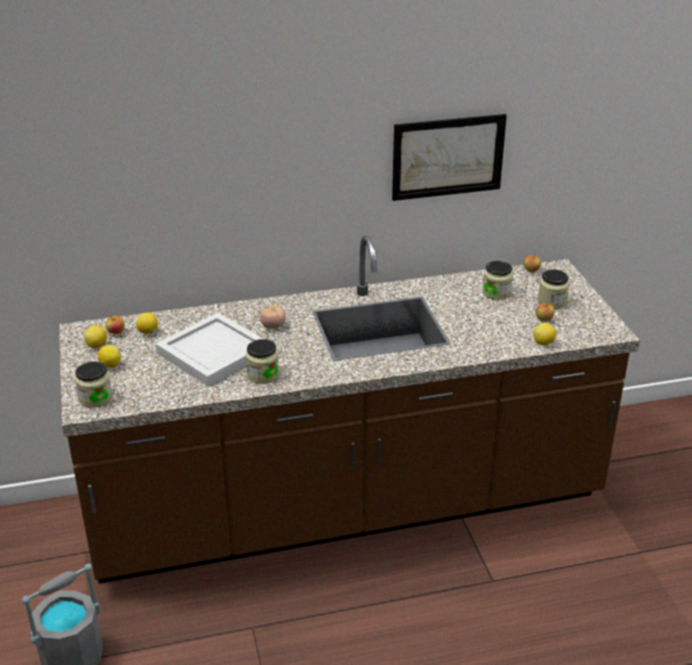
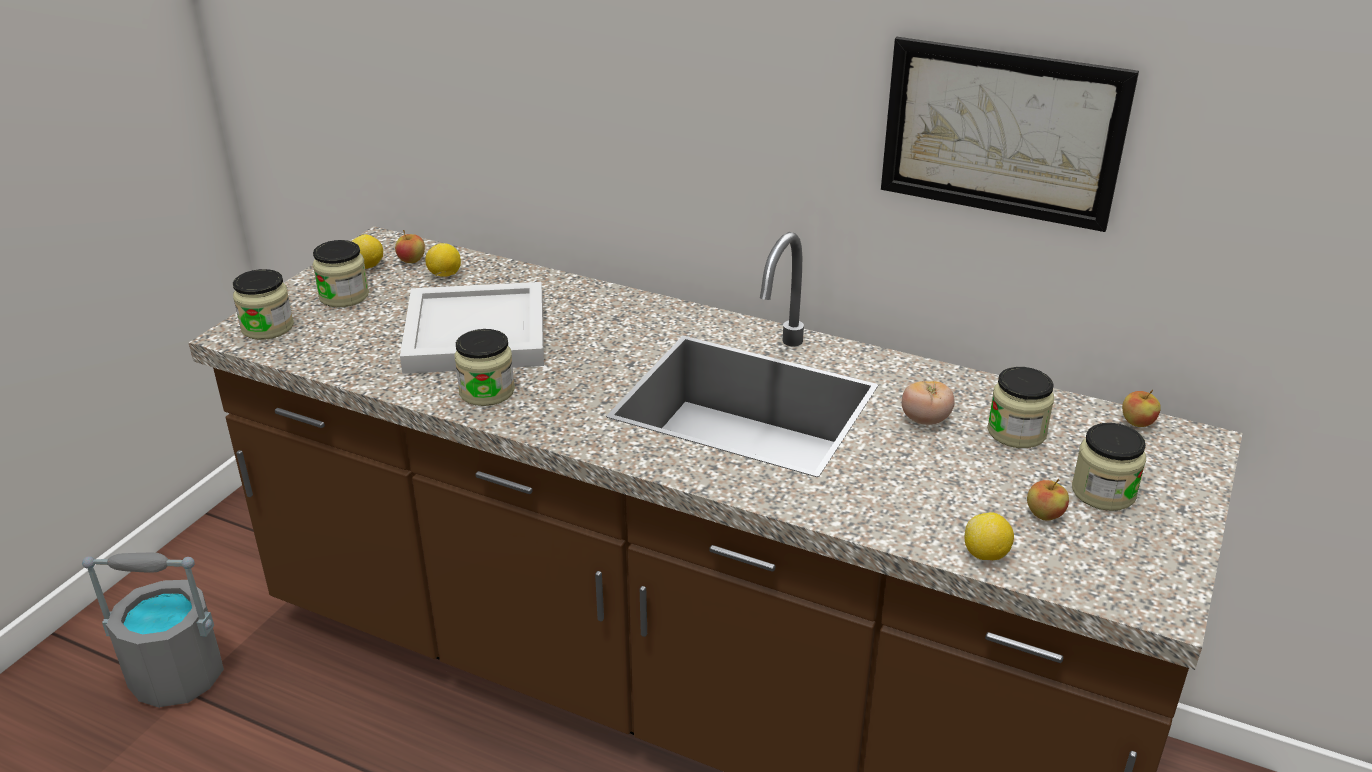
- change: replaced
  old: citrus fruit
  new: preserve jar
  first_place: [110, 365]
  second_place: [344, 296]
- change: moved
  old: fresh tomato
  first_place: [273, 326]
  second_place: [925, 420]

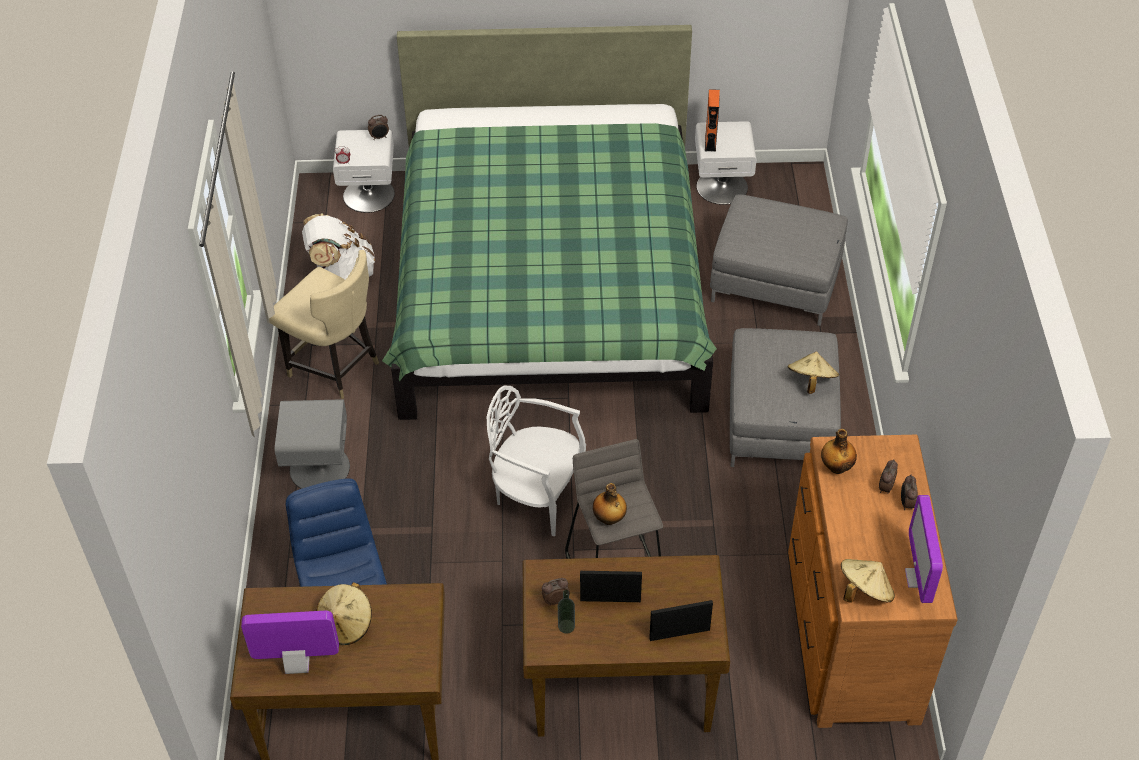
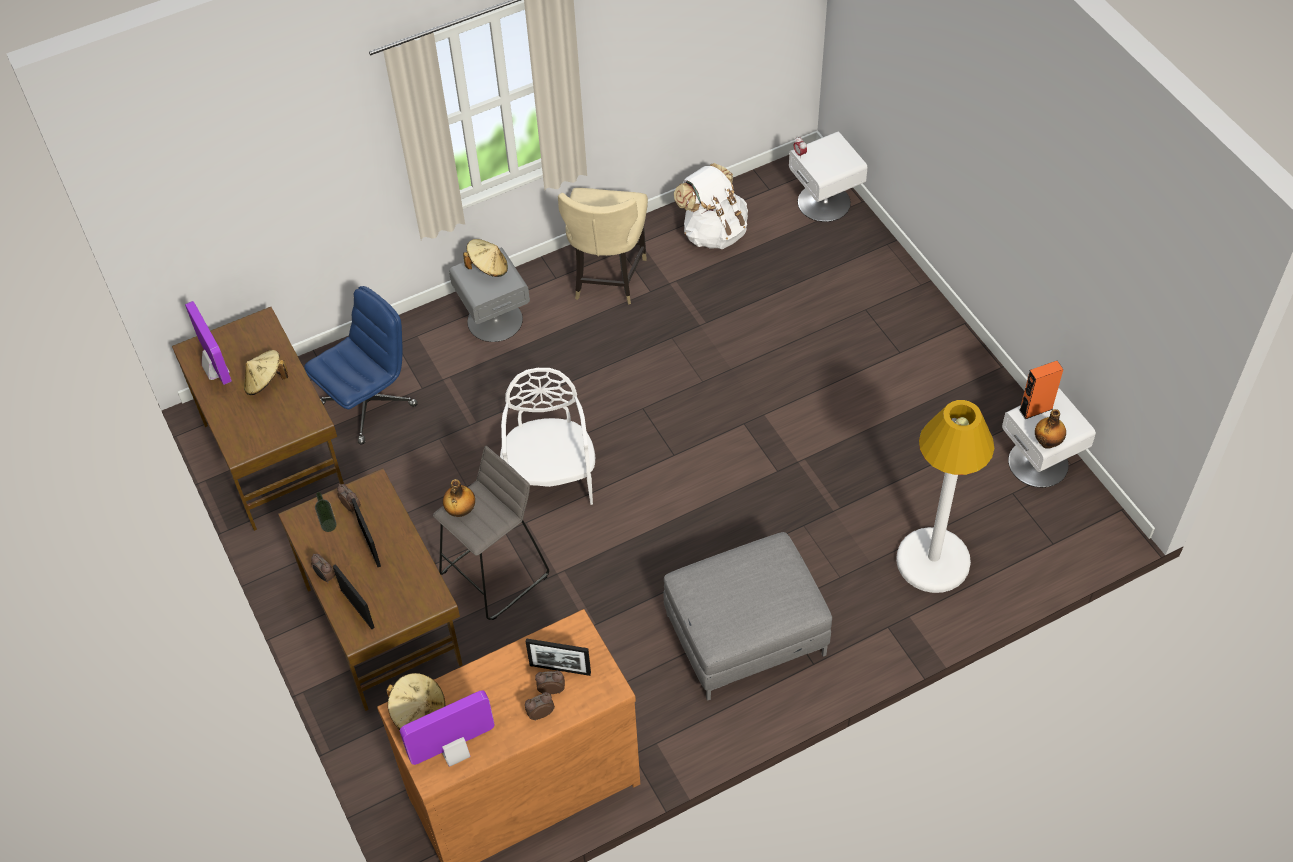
- change: moved
  old: alarm clock
  first_place: [379, 137]
  second_place: [325, 577]
- change: moved
  old: sand-coloured hat
  first_place: [811, 381]
  second_place: [488, 267]
- change: added
  new: picture frame
  second_place: [560, 669]
- change: replaced
  old: gray footrest
  new: white standard lamp
  first_place: [775, 282]
  second_place: [933, 561]
- change: moved
  old: beverage bottle
  first_place: [836, 467]
  second_place: [1047, 442]
- change: removed
  old: green-coloured bedroom bed
  first_place: [549, 287]

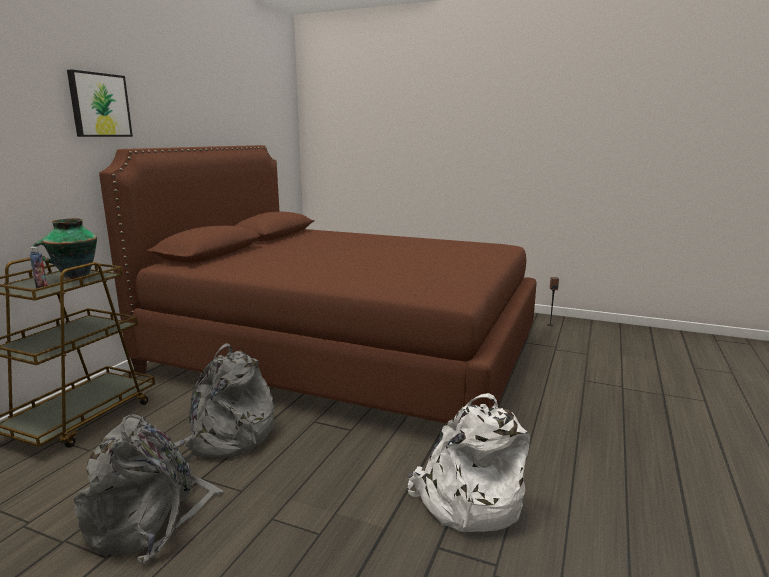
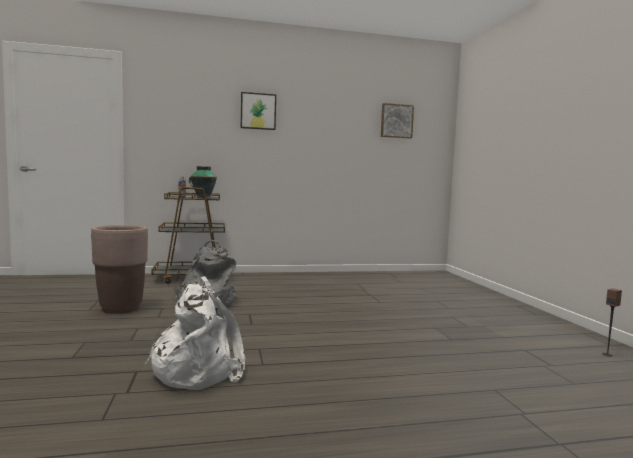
- change: replaced
  old: gray rucksack
  new: brownish plant pot
  first_place: [150, 519]
  second_place: [121, 308]
- change: added
  new: picture
  second_place: [396, 121]
- change: removed
  old: brownish bedroom bed
  first_place: [346, 354]

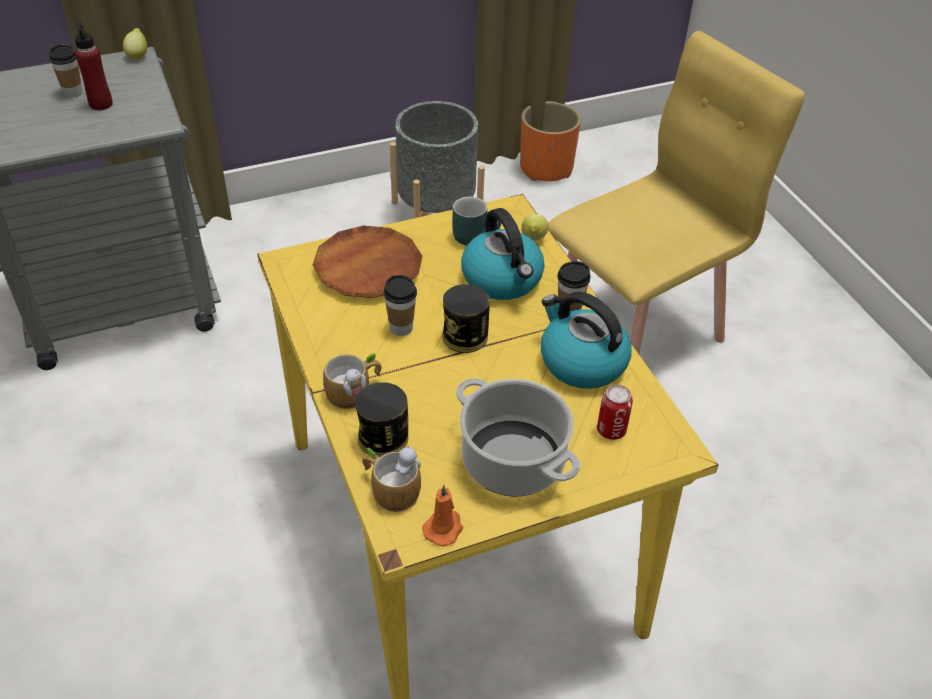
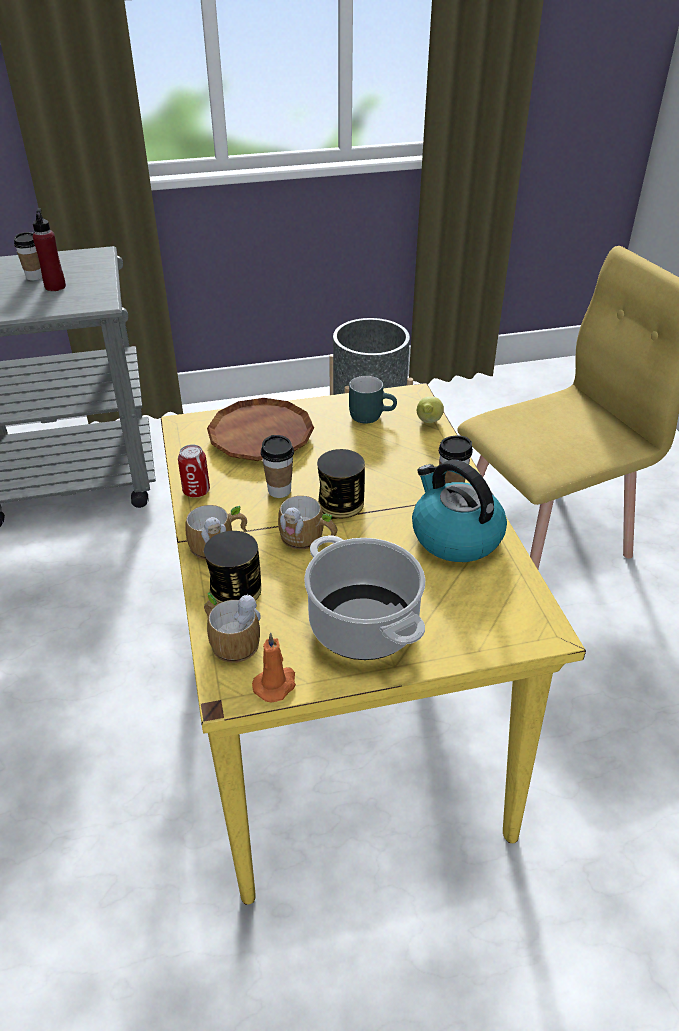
- change: moved
  old: sealed can
  first_place: [611, 430]
  second_place: [196, 491]
- change: added
  new: coffee mug
  second_place: [308, 539]
- change: removed
  old: citrus fruit
  first_place: [138, 56]
- change: removed
  old: kettle
  first_place: [503, 279]
- change: removed
  old: orange plant pot
  first_place: [546, 168]

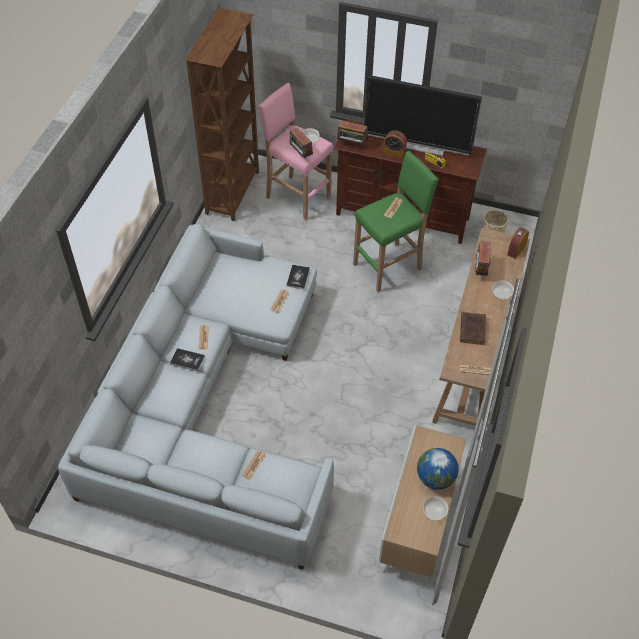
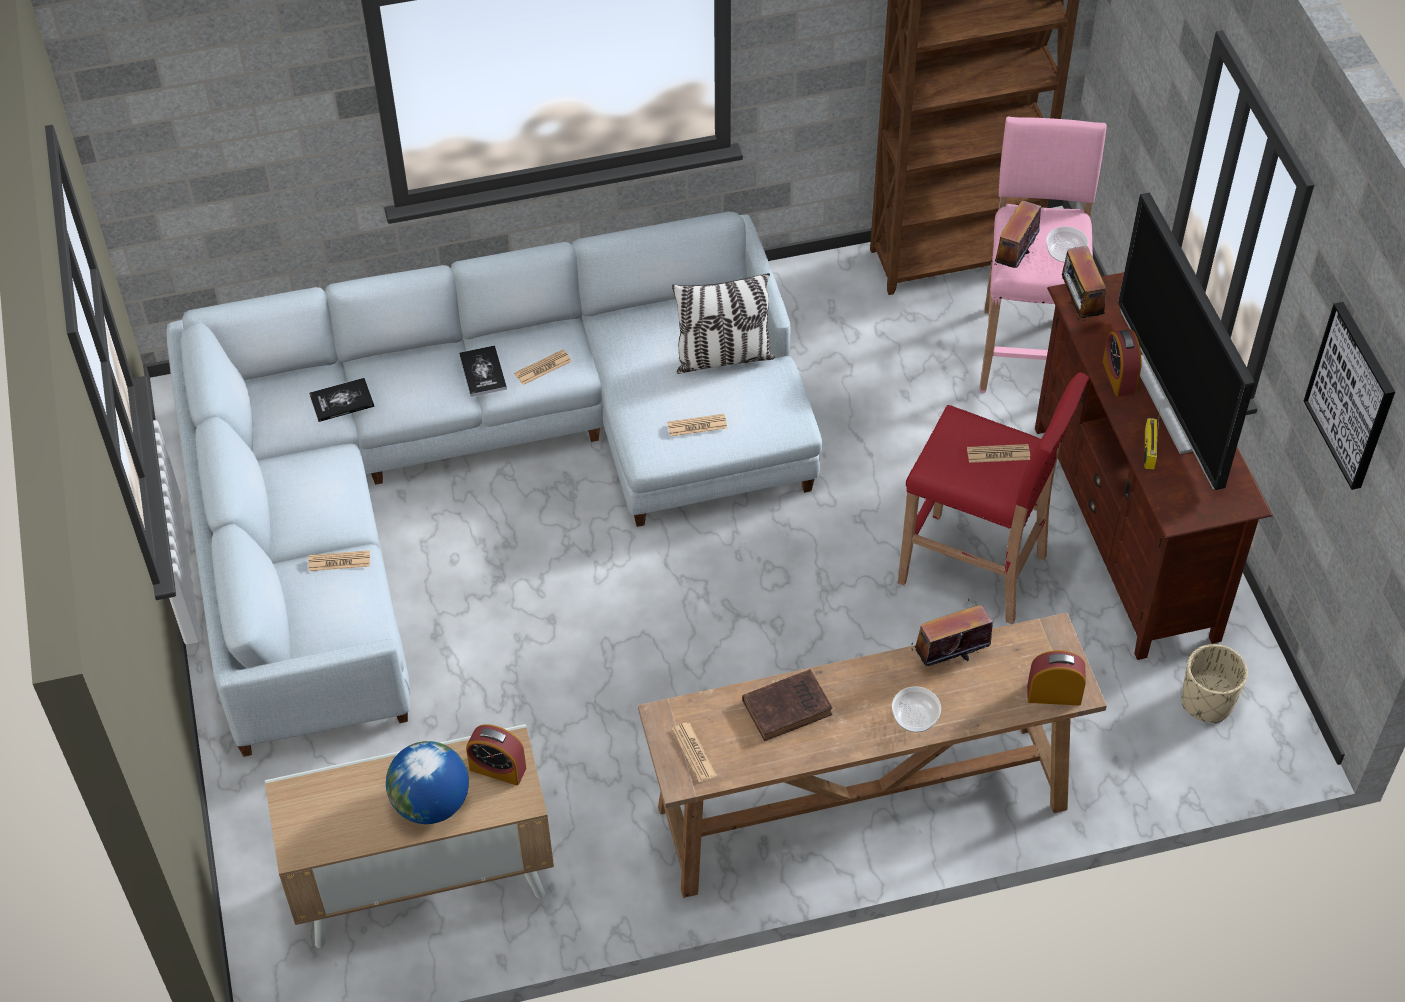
- change: moved
  old: bound book
  first_place: [298, 277]
  second_place: [342, 401]
- change: added
  new: alarm clock
  second_place: [498, 768]
- change: added
  new: pillow
  second_place: [723, 357]
- change: recoloured
  old: green-coloured stool seat
  new: reddish stool seat
  first_place: [389, 266]
  second_place: [976, 570]
- change: added
  new: picture
  second_place: [1352, 395]
- change: removed
  old: deep dish
  first_place: [434, 512]

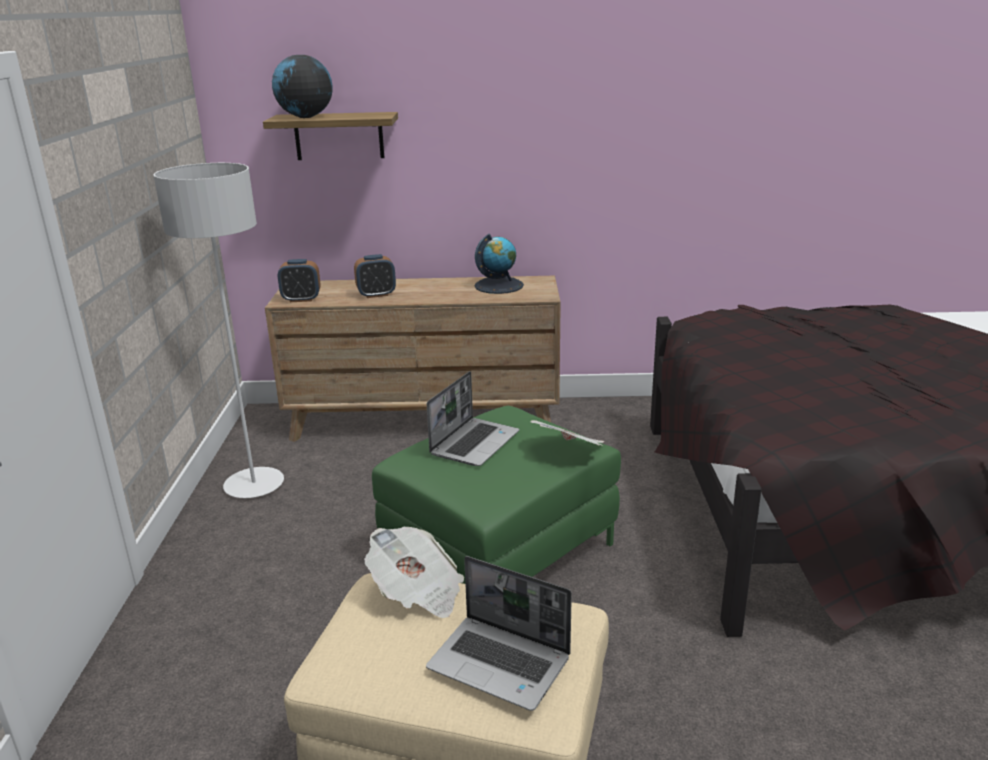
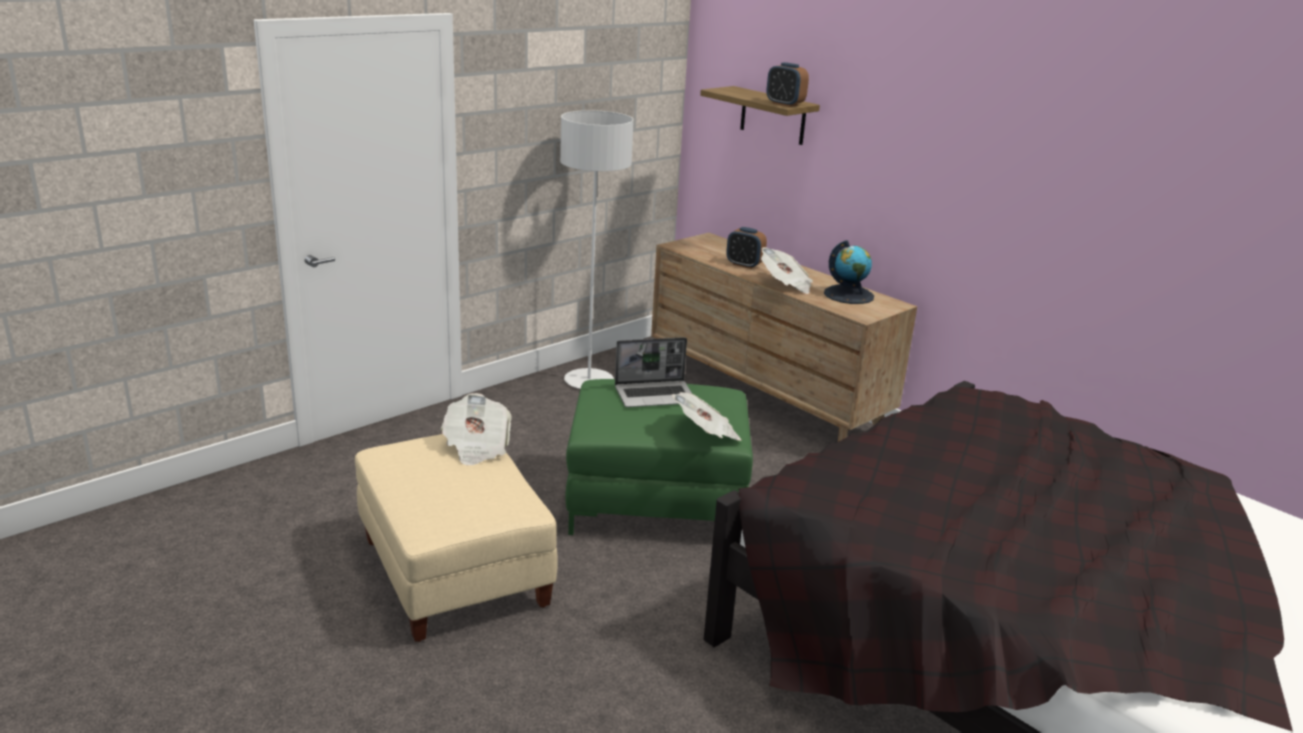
- change: added
  new: printed paper
  second_place: [786, 285]
- change: moved
  old: alarm clock
  first_place: [301, 299]
  second_place: [785, 104]
- change: removed
  old: globe
  first_place: [305, 117]
- change: removed
  old: laptop
  first_place: [501, 663]

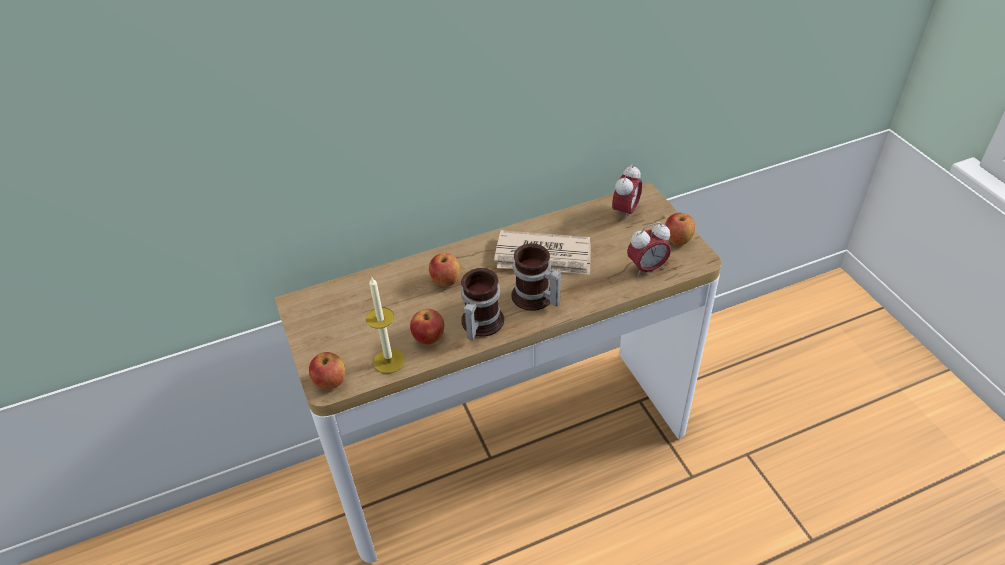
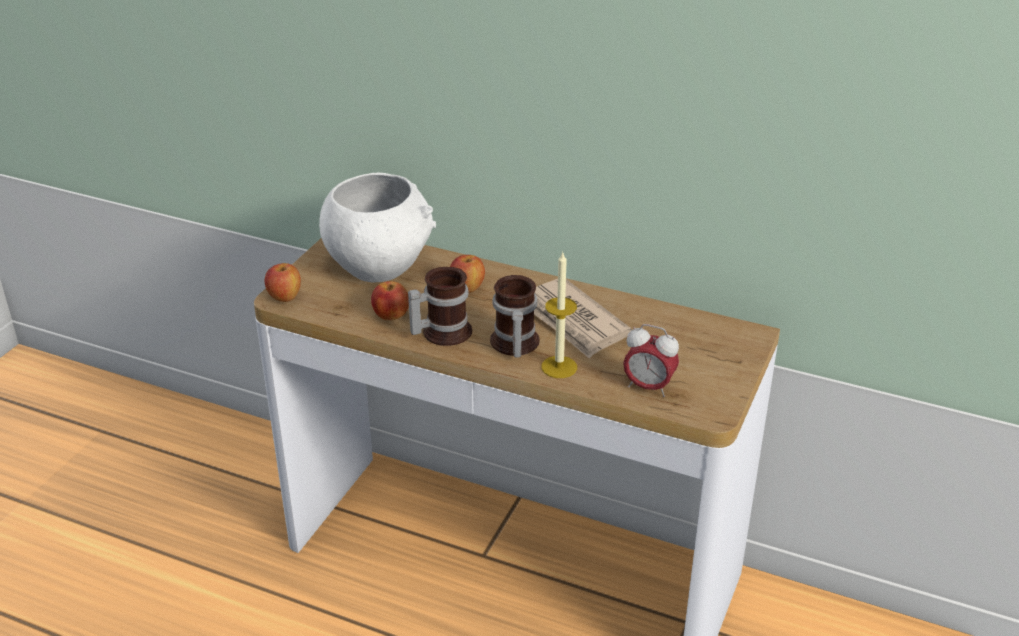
- change: added
  new: white deep dish
  second_place: [379, 266]
- change: moved
  old: wax light
  first_place: [389, 361]
  second_place: [559, 367]
- change: removed
  old: alarm clock
  first_place: [625, 212]
- change: removed
  old: apple fruit
  first_place: [677, 240]

